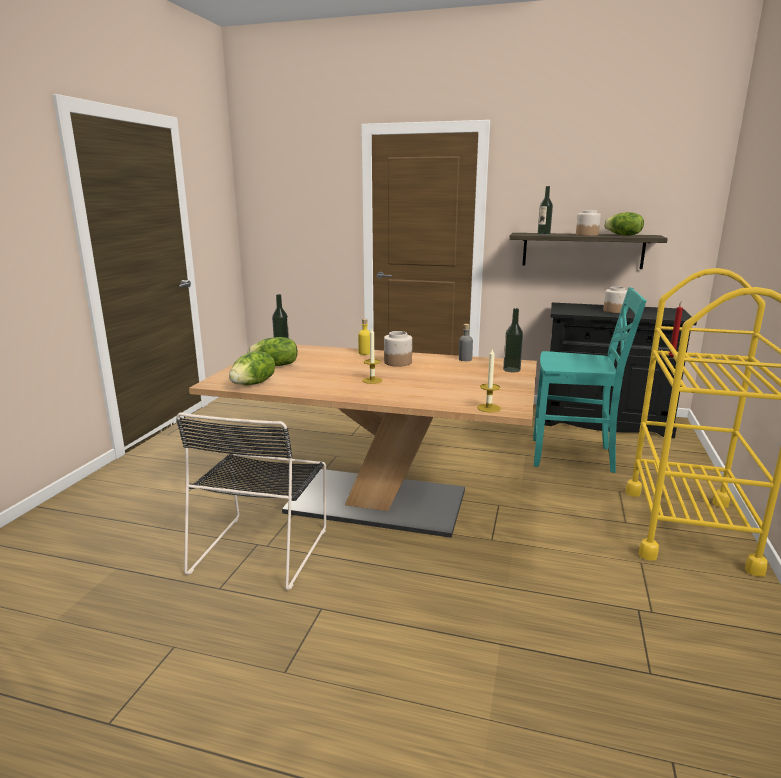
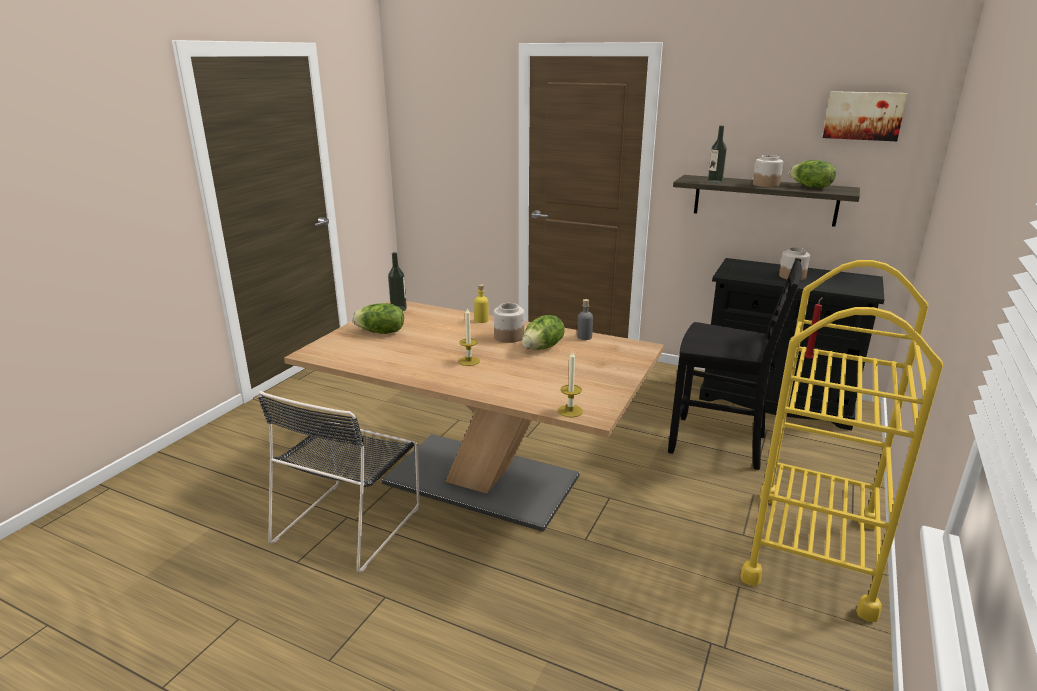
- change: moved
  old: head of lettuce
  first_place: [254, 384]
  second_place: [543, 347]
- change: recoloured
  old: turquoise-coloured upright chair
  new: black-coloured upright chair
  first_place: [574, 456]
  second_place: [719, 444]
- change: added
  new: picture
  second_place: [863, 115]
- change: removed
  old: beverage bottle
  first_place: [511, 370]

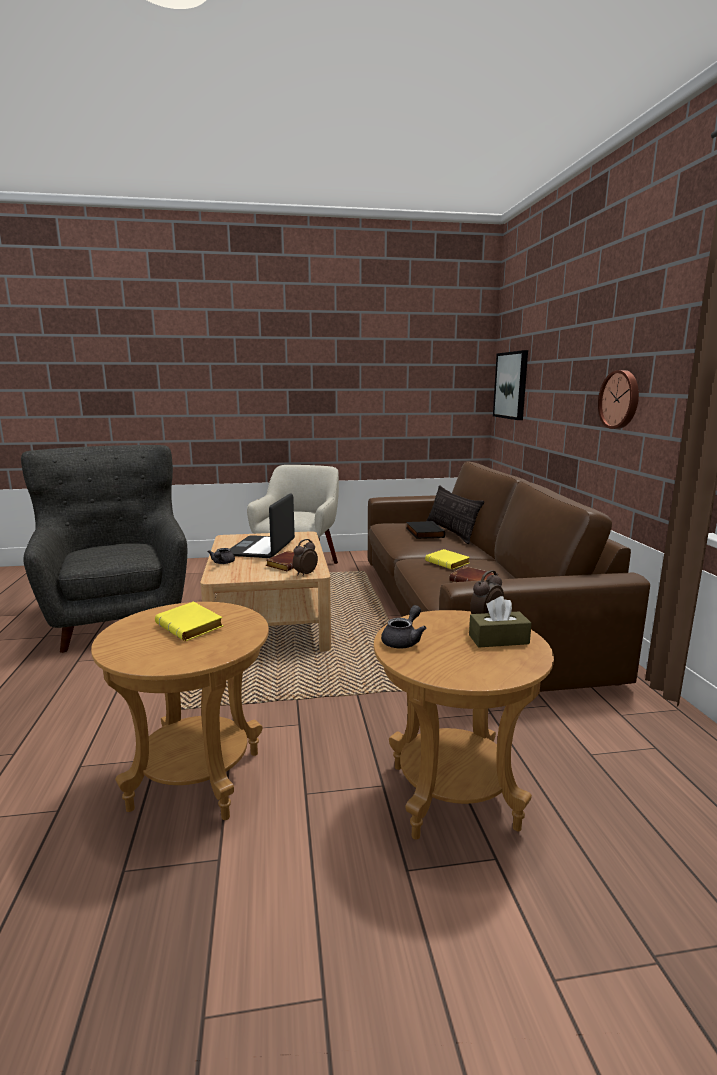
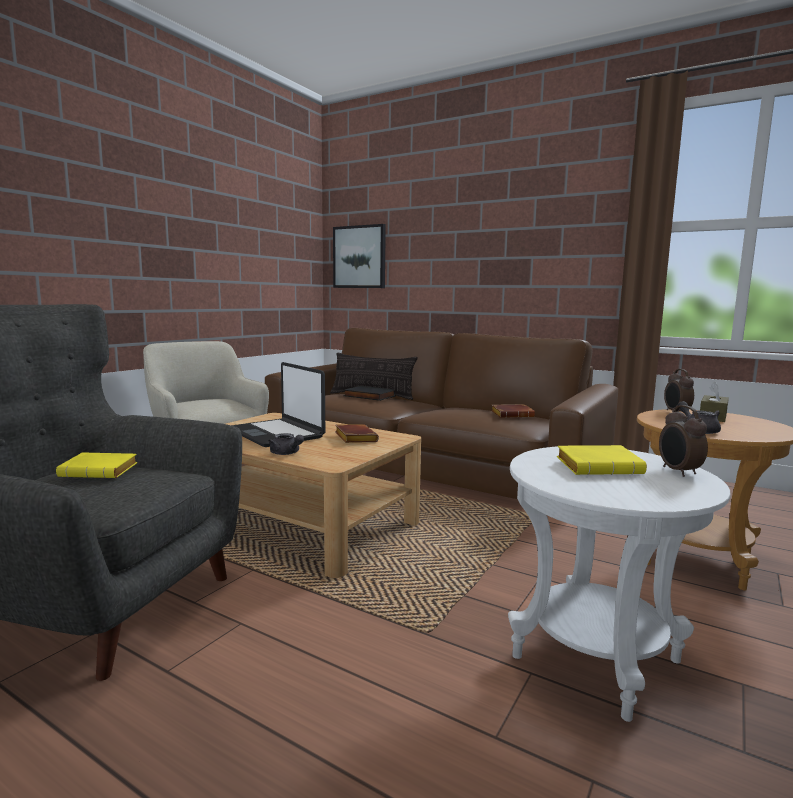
- change: moved
  old: yellowish bound book
  first_place: [449, 563]
  second_place: [101, 471]
- change: recoloured
  old: brownish end table
  new: white end table
  first_place: [196, 779]
  second_place: [595, 658]
- change: moved
  old: alarm clock
  first_place: [305, 574]
  second_place: [678, 472]
- change: removed
  old: clock on the wall
  first_place: [620, 399]

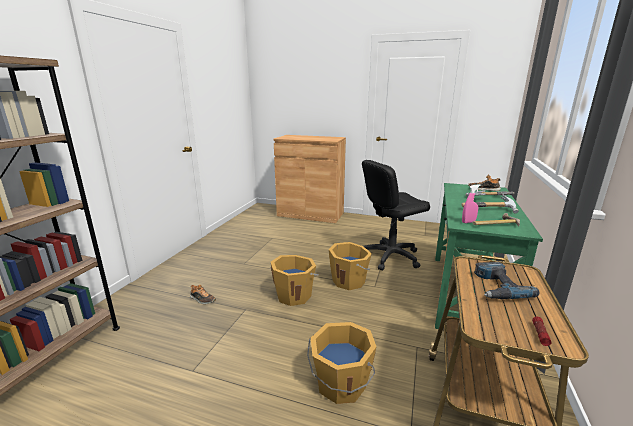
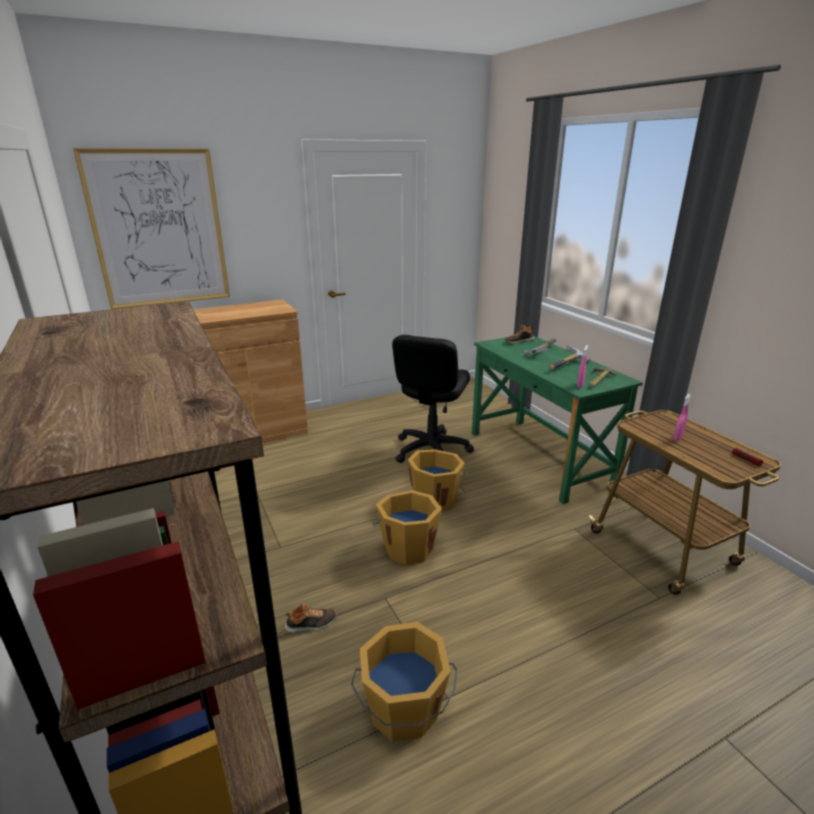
- change: added
  new: picture
  second_place: [159, 229]
- change: moved
  old: orange bucket
  first_place: [340, 384]
  second_place: [404, 710]
- change: replaced
  old: drill
  new: pinkish hand sprayer
  first_place: [496, 287]
  second_place: [677, 438]

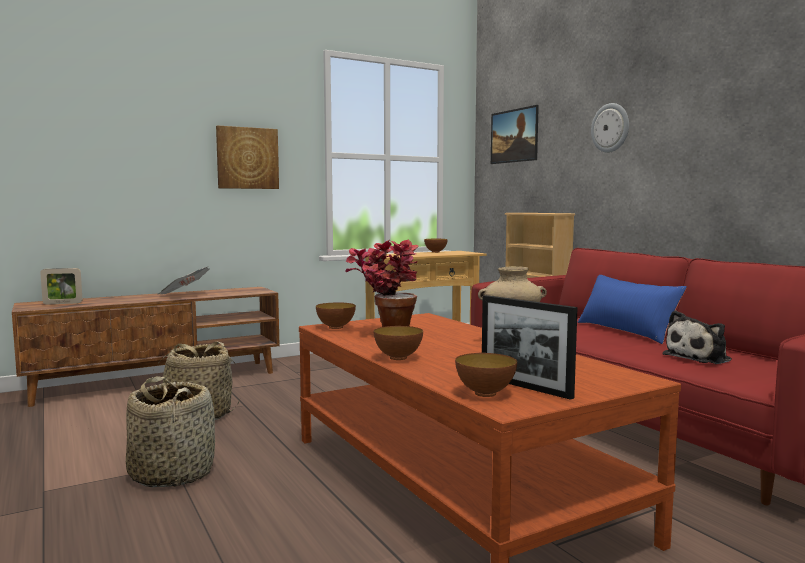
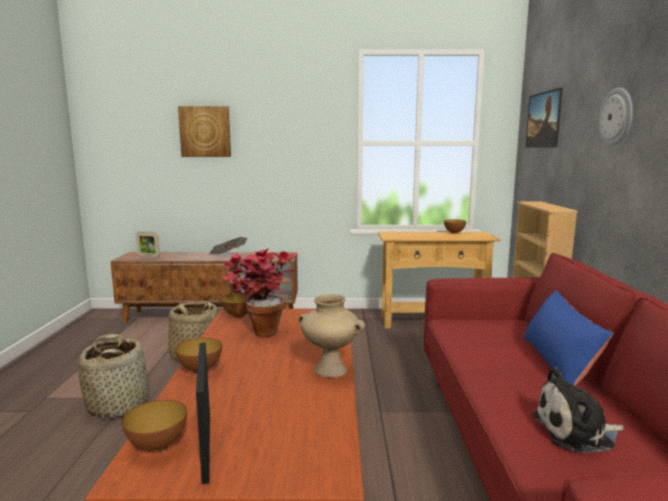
- change: moved
  old: picture
  first_place: [247, 158]
  second_place: [205, 132]

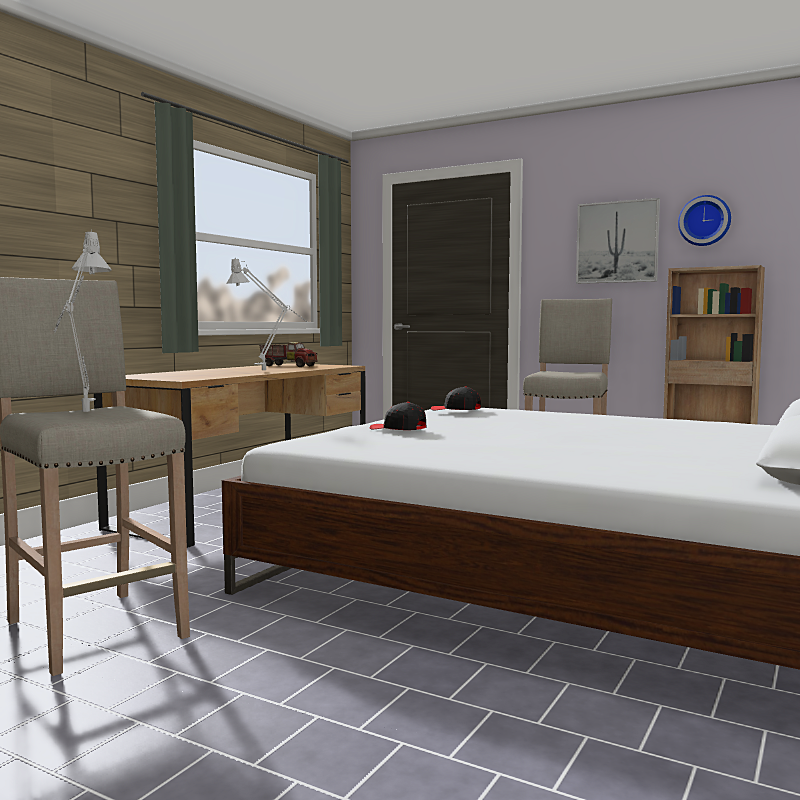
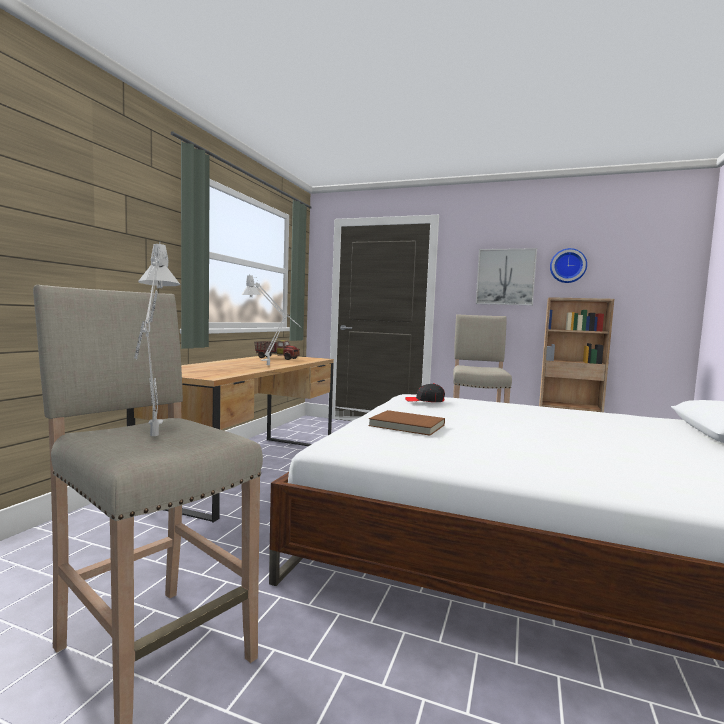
- change: replaced
  old: black-coloured cap
  new: brownish bound book
  first_place: [398, 429]
  second_place: [406, 426]

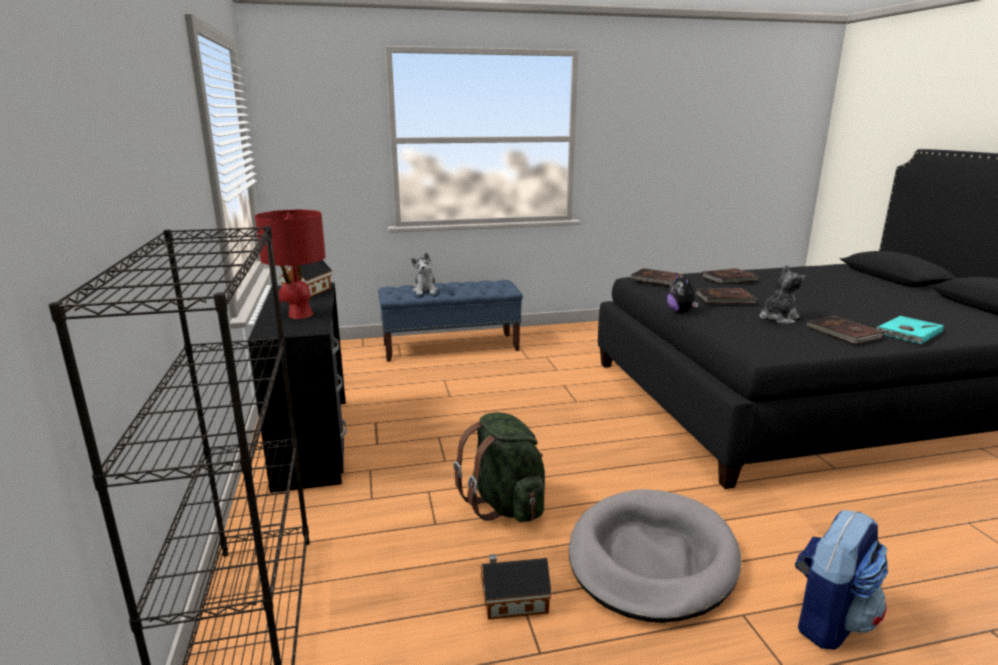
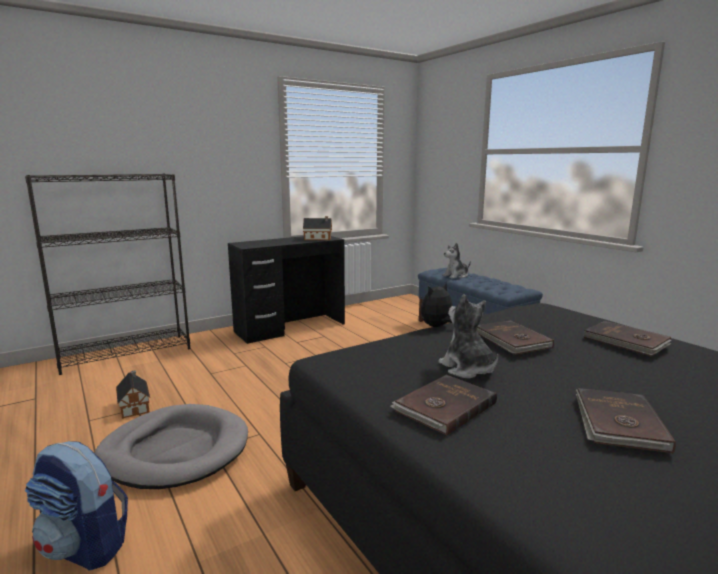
- change: turned
  old: plush toy
  first_place: [777, 318]
  second_place: [467, 369]
  degrees: -150
- change: moved
  old: brownish bound book
  first_place: [656, 279]
  second_place: [617, 423]
- change: removed
  old: reddish table lamp
  first_place: [300, 315]
- change: removed
  old: green-coloured rucksack
  first_place: [505, 504]
- change: removed
  old: turquoise-coloured bound book
  first_place: [907, 332]

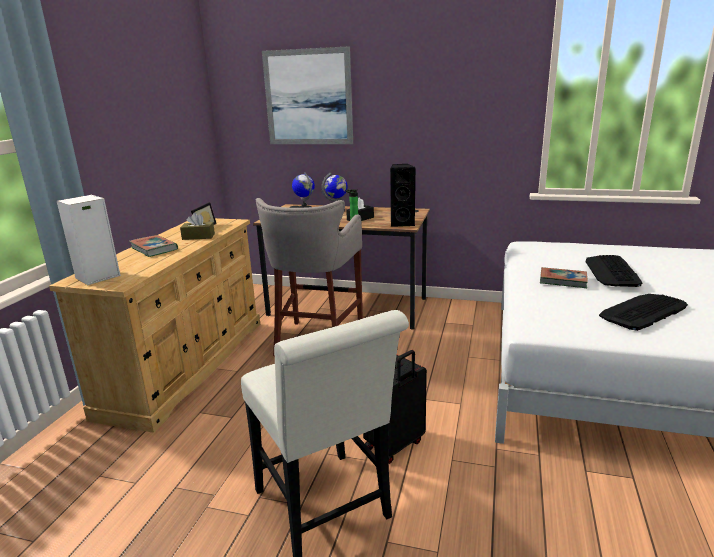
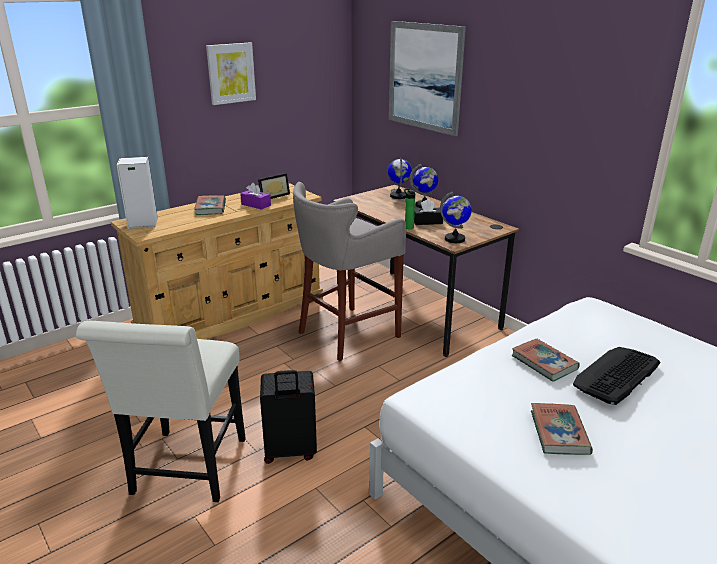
- change: added
  new: picture
  second_place: [231, 73]
- change: recoloured
  old: brownish tissue box
  new: purple-coloured tissue box
  first_place: [198, 237]
  second_place: [256, 205]
- change: replaced
  old: black-coloured loudspeaker
  new: globe
  first_place: [402, 223]
  second_place: [454, 239]
- change: replaced
  old: PC keyboard
  new: bound book
  first_place: [642, 312]
  second_place: [559, 432]

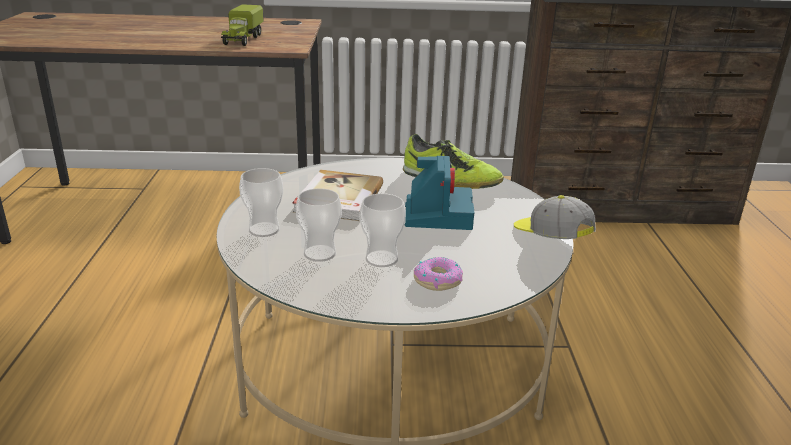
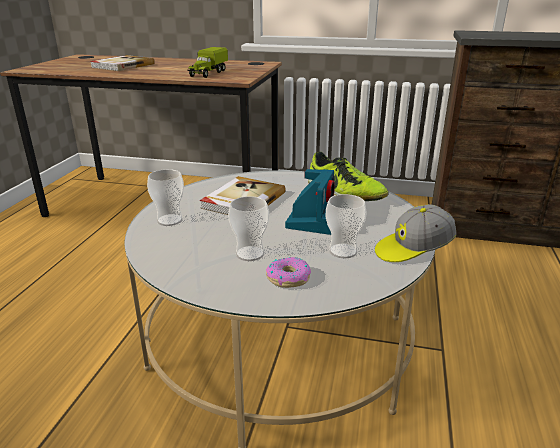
- change: added
  new: bound book
  second_place: [122, 66]
- change: moved
  old: cup
  first_place: [319, 253]
  second_place: [343, 251]
- change: turned
  old: cap
  first_place: [550, 237]
  second_place: [413, 250]
  degrees: -90

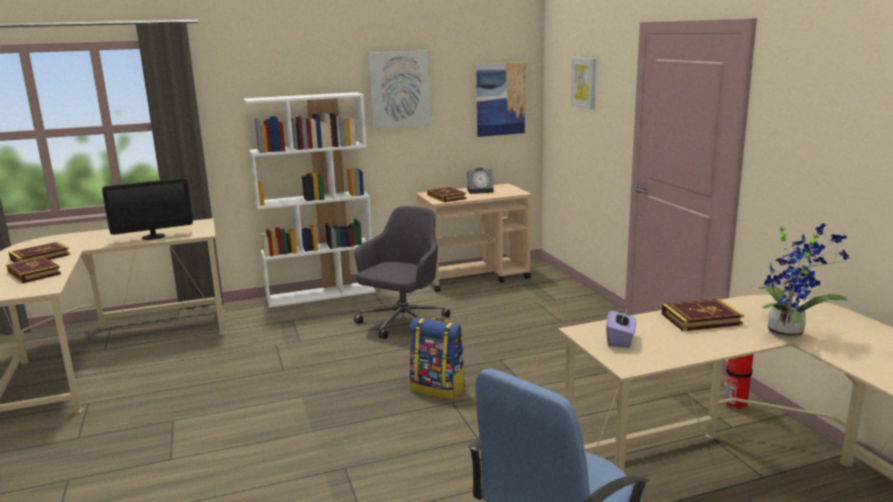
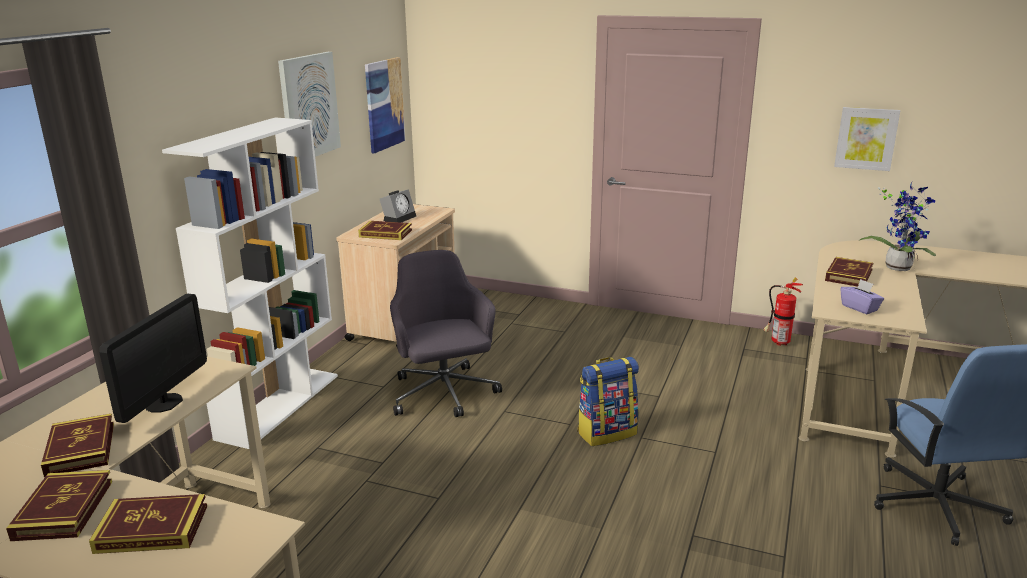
- change: added
  new: bound book
  second_place: [80, 449]
- change: moved
  old: picture
  first_place: [584, 82]
  second_place: [866, 138]

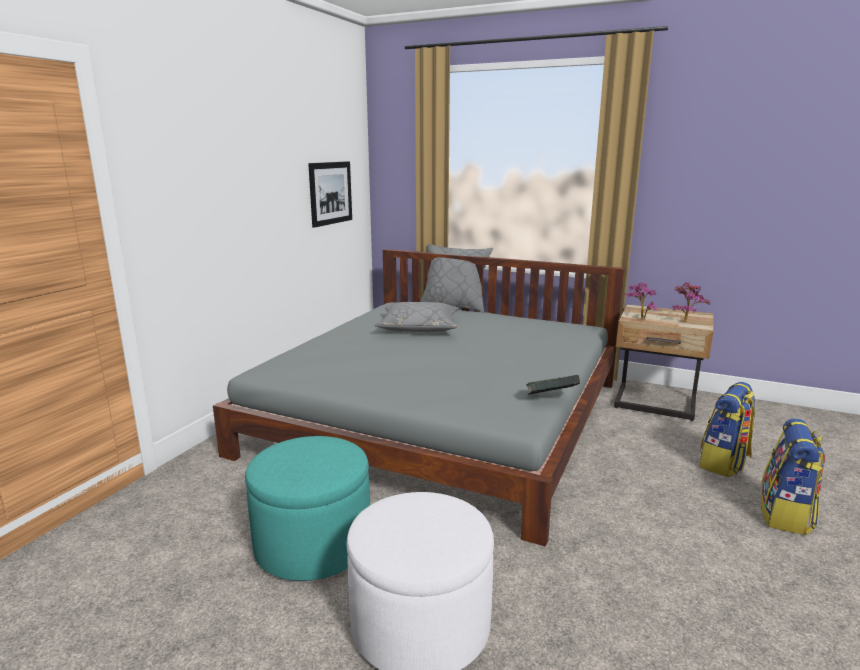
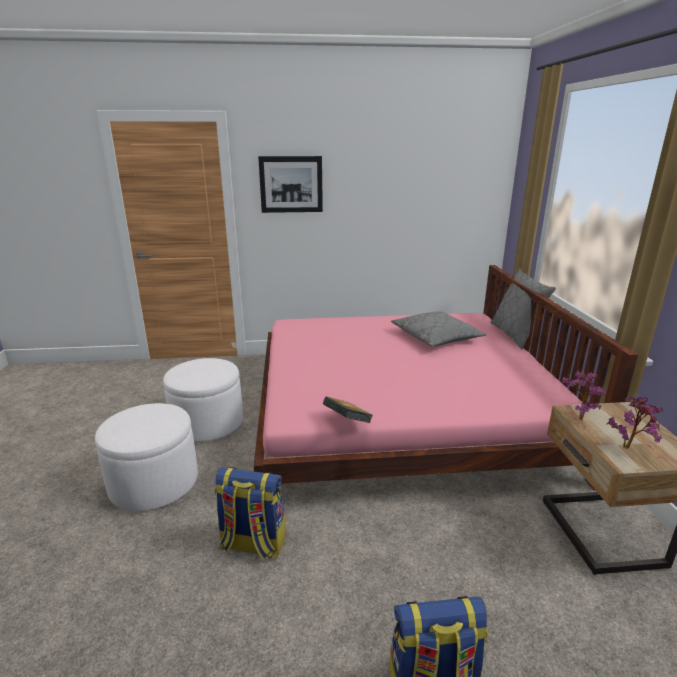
- change: recoloured
  old: turquoise-coloured footrest
  new: white footrest
  first_place: [313, 544]
  second_place: [207, 423]
- change: moved
  old: rucksack
  first_place: [724, 463]
  second_place: [252, 544]
- change: recoloured
  old: gray bedroom bed
  new: pinkish bedroom bed
  first_place: [441, 416]
  second_place: [400, 413]
- change: moved
  old: picture
  first_place: [330, 193]
  second_place: [291, 184]

